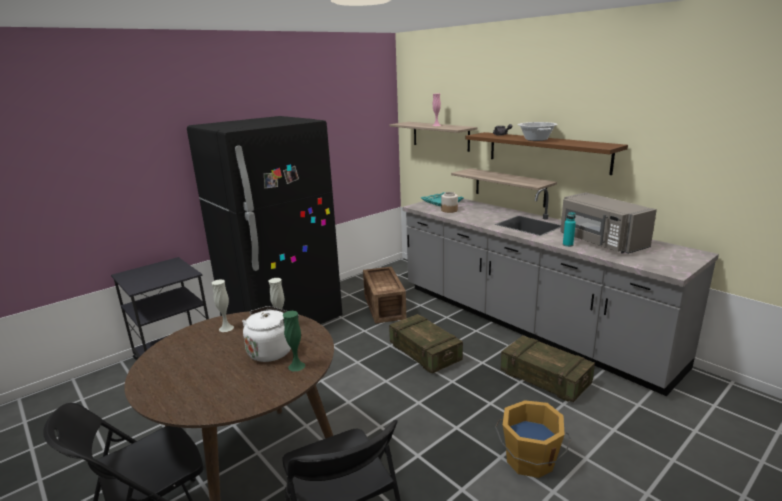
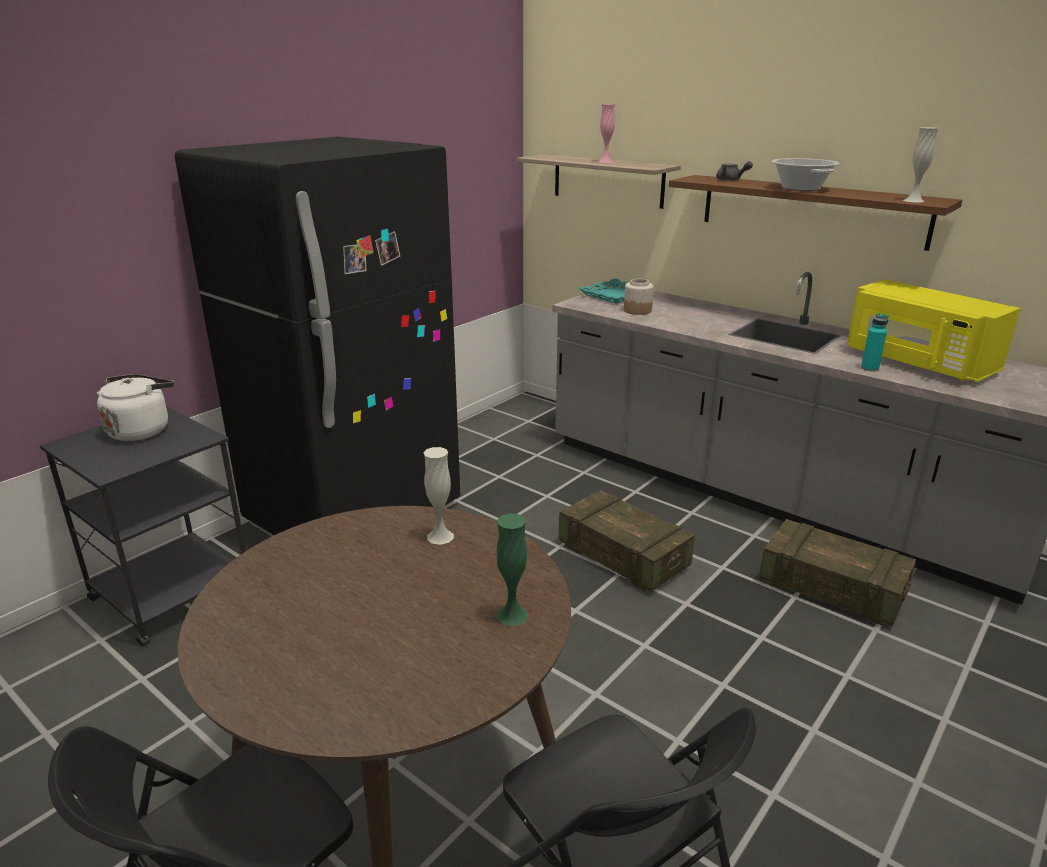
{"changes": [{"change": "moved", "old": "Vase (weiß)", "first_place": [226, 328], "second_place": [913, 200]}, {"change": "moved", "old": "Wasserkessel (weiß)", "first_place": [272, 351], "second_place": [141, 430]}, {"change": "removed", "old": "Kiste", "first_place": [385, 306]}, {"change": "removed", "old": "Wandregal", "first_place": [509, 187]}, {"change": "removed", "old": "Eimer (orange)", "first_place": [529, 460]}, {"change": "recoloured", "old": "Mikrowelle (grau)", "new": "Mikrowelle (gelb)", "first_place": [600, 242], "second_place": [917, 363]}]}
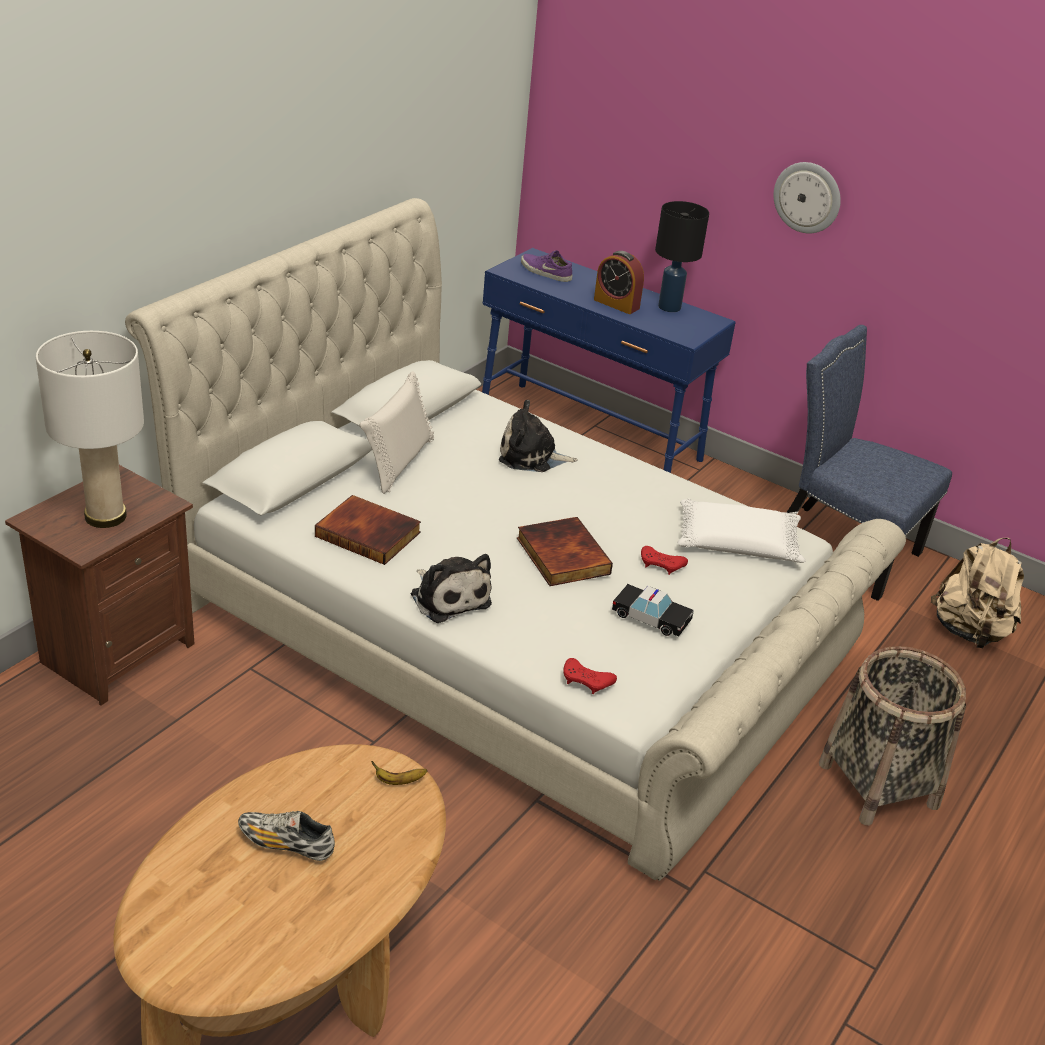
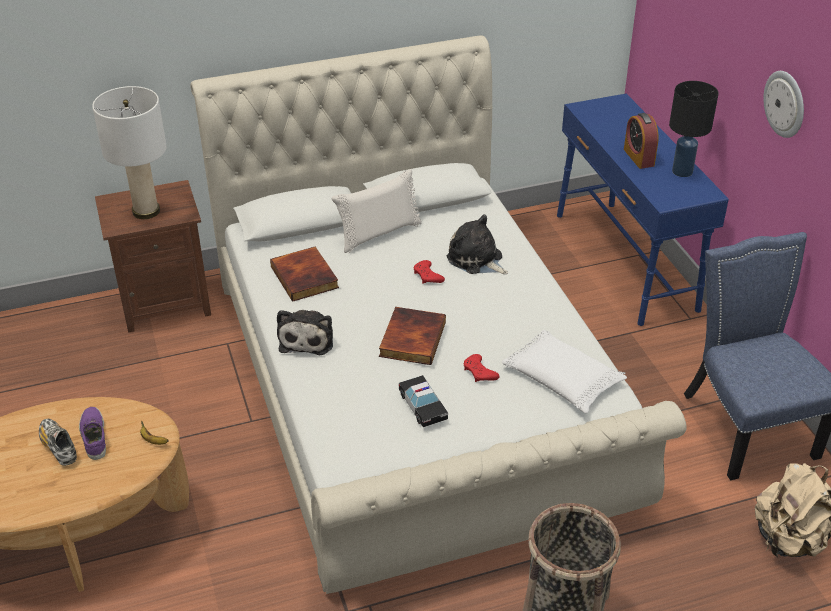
{"changes": [{"change": "moved", "old": "Schuh (lila)", "first_place": [545, 272], "second_place": [93, 436]}, {"change": "moved", "old": "Gamepad (rot)", "first_place": [586, 680], "second_place": [427, 275]}]}
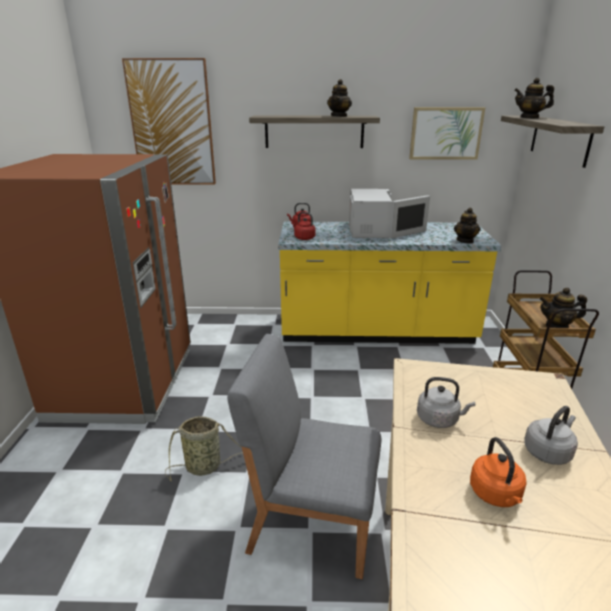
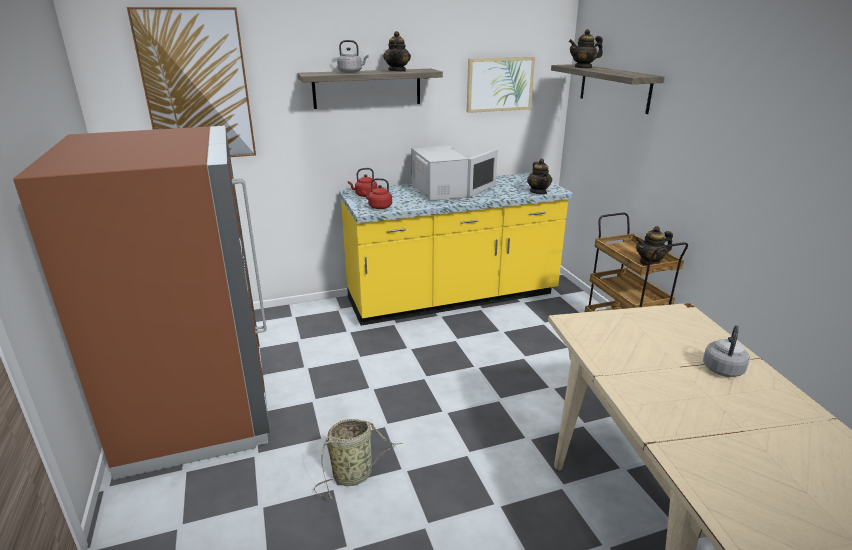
{"changes": [{"change": "removed", "old": "Stuhl (grau)", "first_place": [311, 520]}, {"change": "moved", "old": "Wasserkessel (grau)", "first_place": [439, 419], "second_place": [351, 72]}, {"change": "removed", "old": "Wasserkessel (orange)", "first_place": [496, 495]}]}
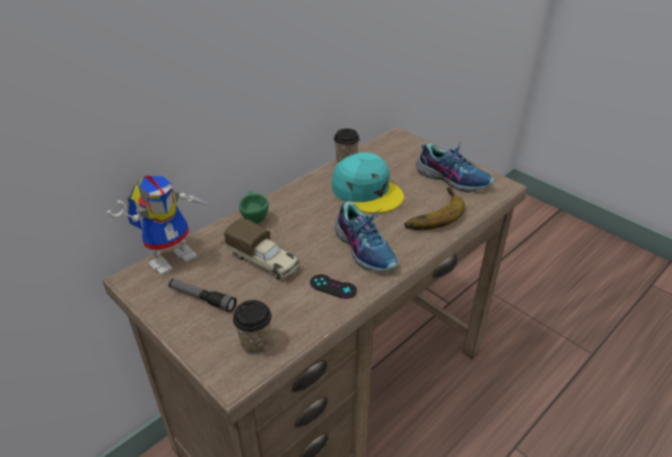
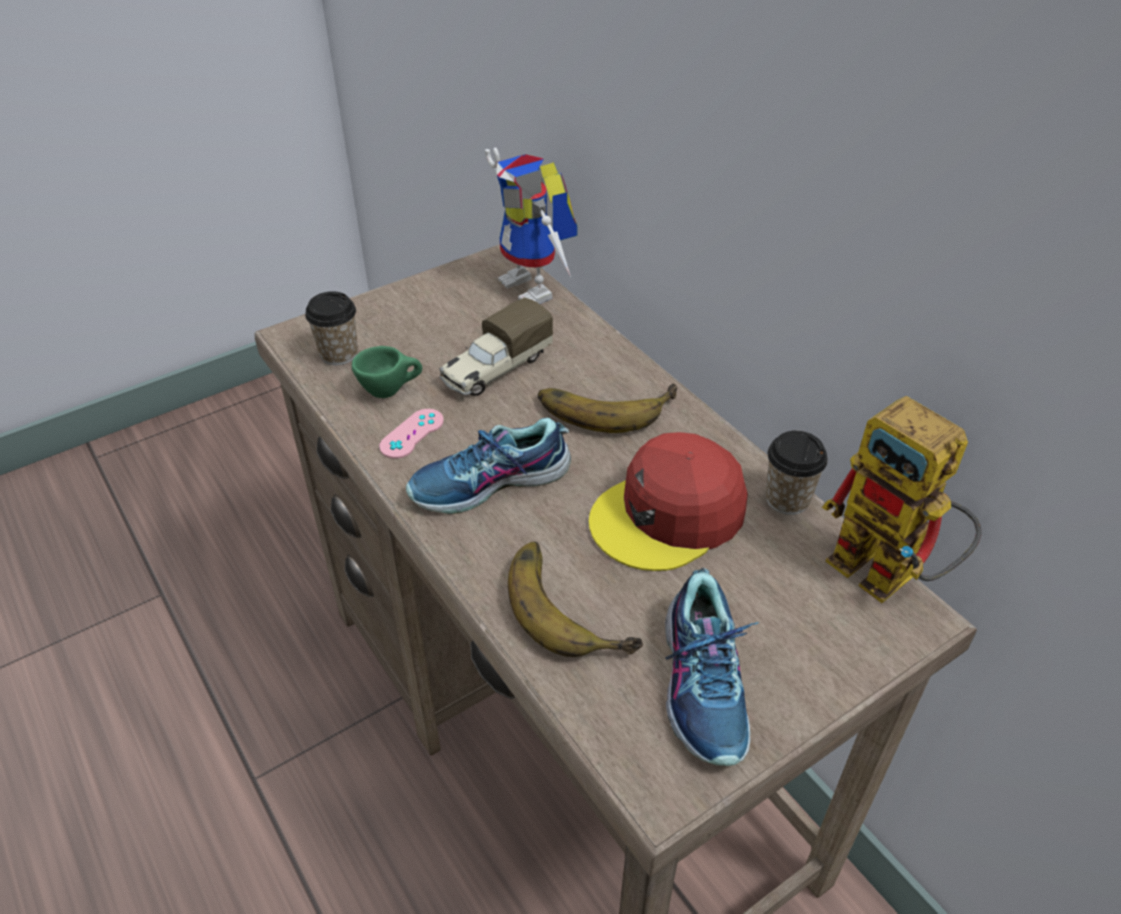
{"changes": [{"change": "removed", "old": "Taschenlampe", "first_place": [202, 299]}, {"change": "moved", "old": "Tasse (grün)", "first_place": [254, 218], "second_place": [390, 390]}, {"change": "recoloured", "old": "Gamepad (schwarz)", "new": "Gamepad (rosa)", "first_place": [333, 287], "second_place": [412, 434]}, {"change": "recoloured", "old": "Kappe (türkis)", "new": "Kappe (rot)", "first_place": [367, 191], "second_place": [669, 515]}, {"change": "turned", "old": "Schuh", "first_place": [453, 178], "second_place": [705, 683], "degrees": -45}, {"change": "added", "new": "Banane", "second_place": [605, 404]}, {"change": "added", "new": "Spielzeugroboter", "second_place": [888, 575]}]}
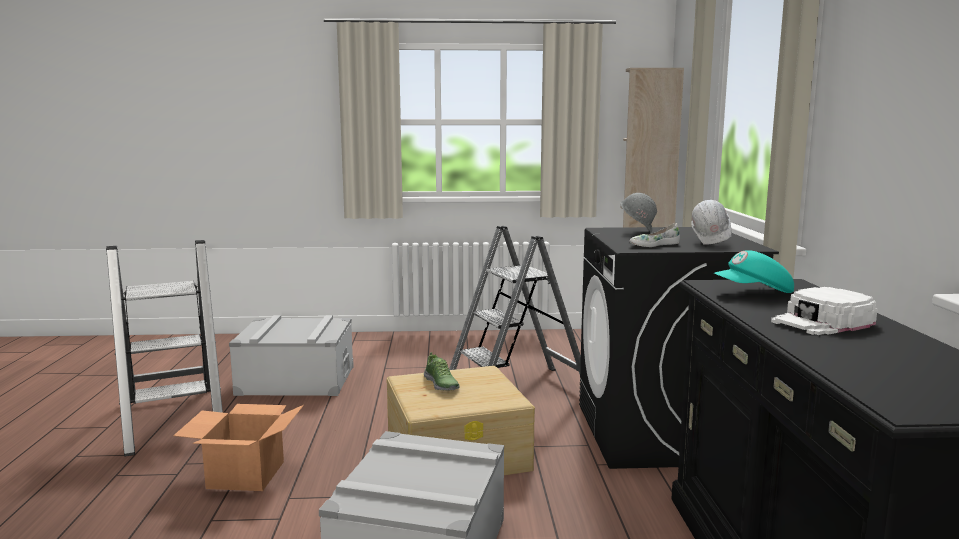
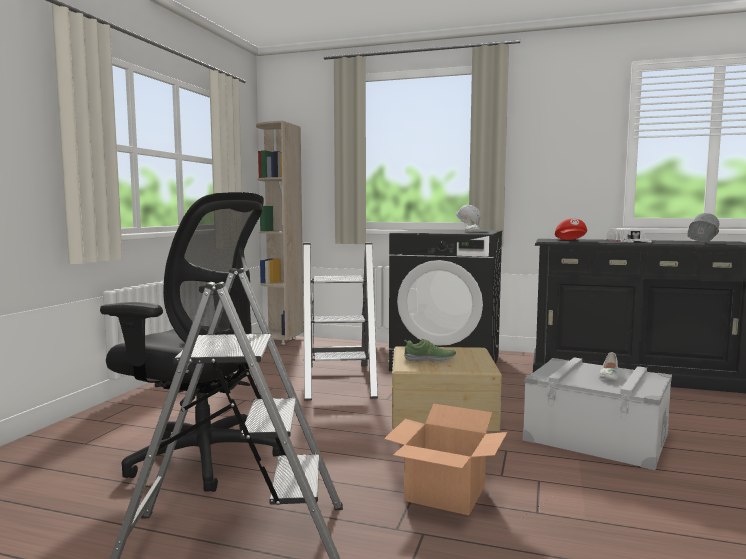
{"changes": [{"change": "replaced", "old": "Aufbewahrungsbox (grau)", "new": "Bürostuhl (schwarz)", "first_place": [296, 380], "second_place": [196, 458]}, {"change": "moved", "old": "Schutzhelm (grau)", "first_place": [637, 231], "second_place": [701, 243]}, {"change": "recoloured", "old": "Kappe (türkis)", "new": "Kappe (rot)", "first_place": [754, 293], "second_place": [571, 240]}, {"change": "added", "new": "Schuh (weiß)", "second_place": [608, 375]}]}
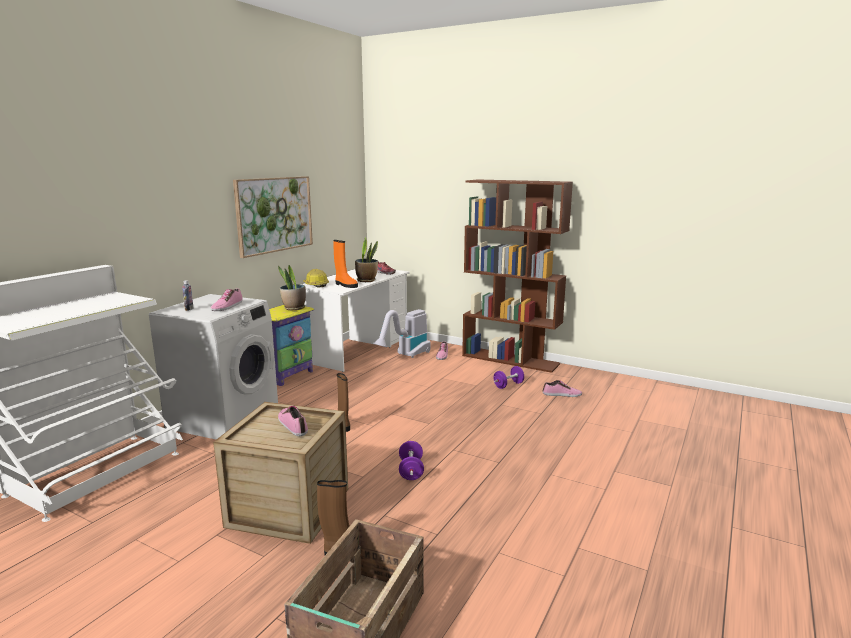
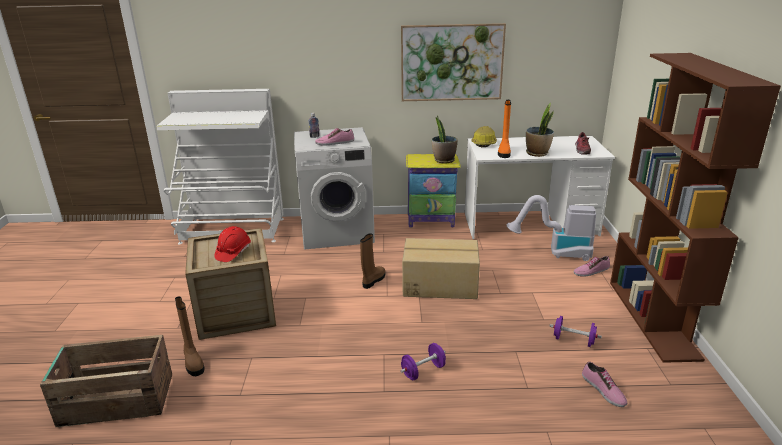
{"changes": [{"change": "replaced", "old": "Schuh", "new": "Schutzhelm (rot)", "first_place": [293, 425], "second_place": [233, 252]}, {"change": "moved", "old": "Hantel (lila)", "first_place": [411, 471], "second_place": [423, 371]}, {"change": "added", "new": "Karton", "second_place": [440, 284]}]}
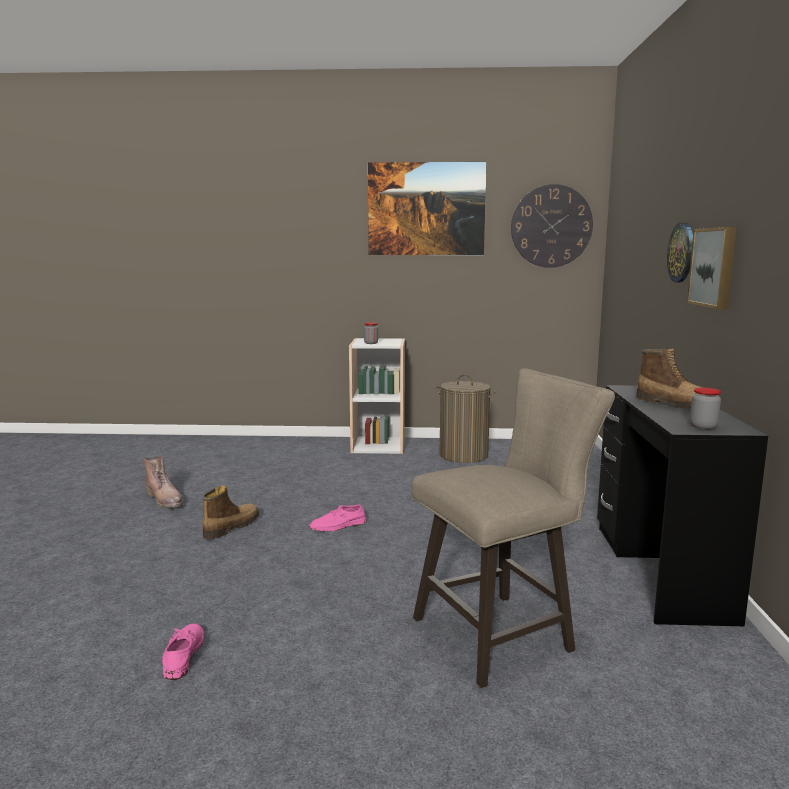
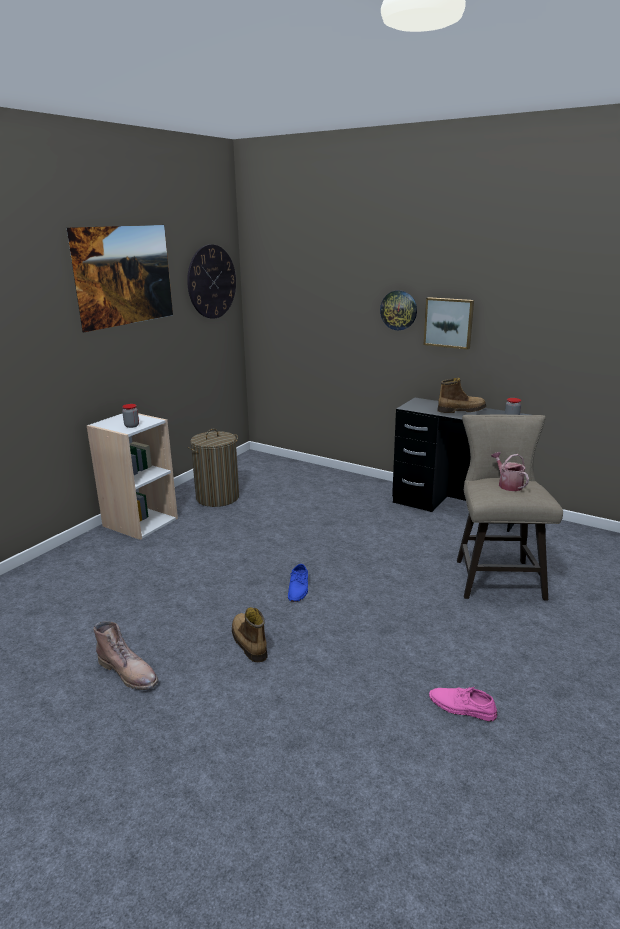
{"changes": [{"change": "turned", "old": "Stiefel (braun)", "first_place": [165, 500], "second_place": [129, 672], "degrees": 45}, {"change": "recoloured", "old": "Schuh (rosa)", "new": "Schuh (blau)", "first_place": [338, 525], "second_place": [299, 588]}, {"change": "added", "new": "Gießkanne", "second_place": [508, 484]}]}
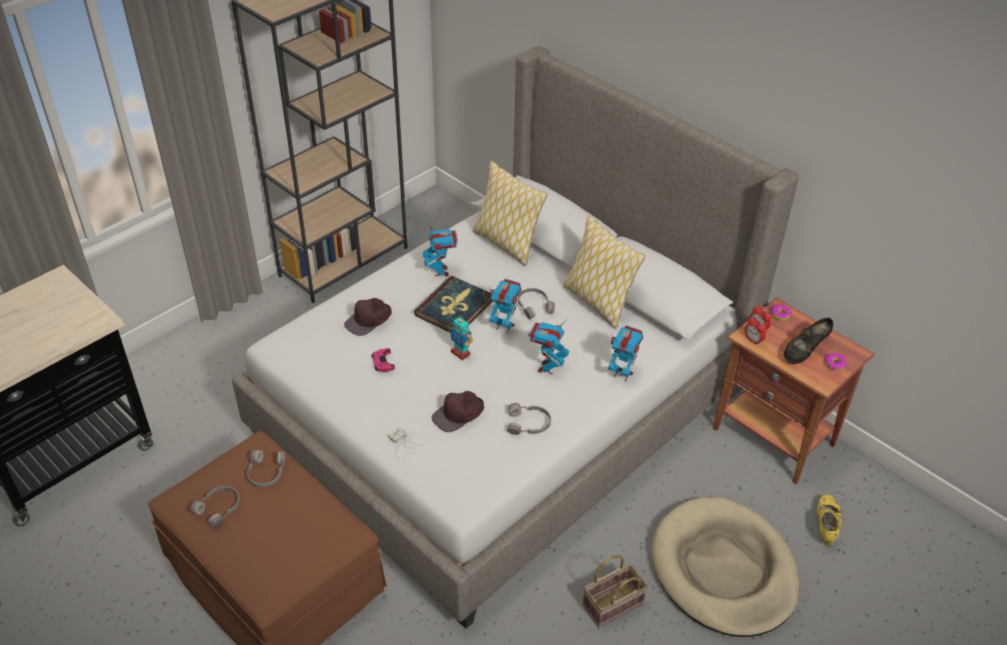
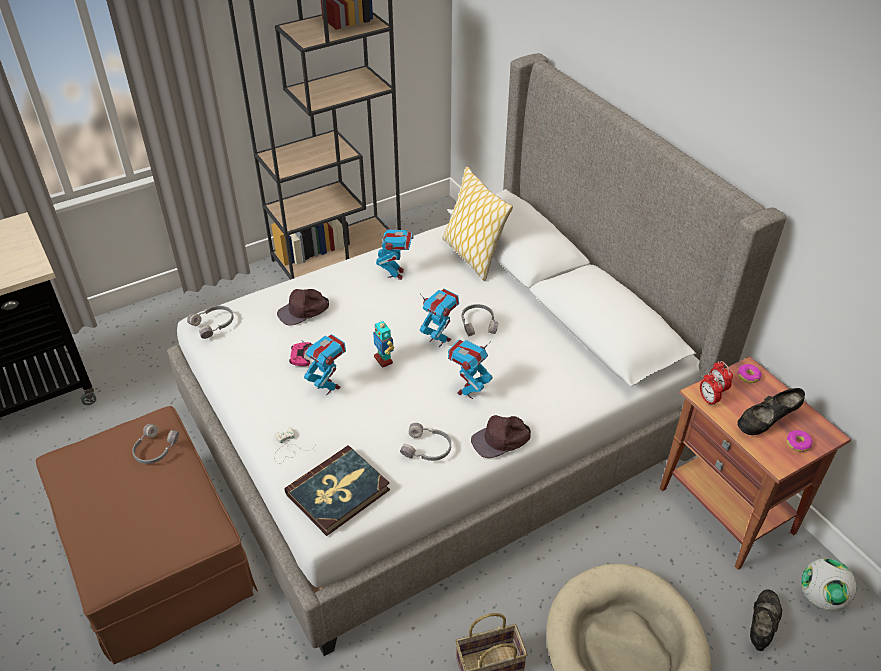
{"changes": [{"change": "moved", "old": "Kopfhörer (grau)", "first_place": [219, 508], "second_place": [214, 324]}, {"change": "moved", "old": "Buch", "first_place": [454, 308], "second_place": [338, 492]}, {"change": "moved", "old": "Kappe (braun)", "first_place": [458, 414], "second_place": [501, 440]}, {"change": "removed", "old": "Kissen", "first_place": [598, 302]}, {"change": "moved", "old": "Spielzeugroboter", "first_place": [622, 374], "second_place": [328, 387]}, {"change": "recoloured", "old": "Schuh (gelb)", "new": "Schuh (schwarz)", "first_place": [825, 526], "second_place": [761, 626]}, {"change": "added", "new": "Fußball", "second_place": [821, 597]}]}
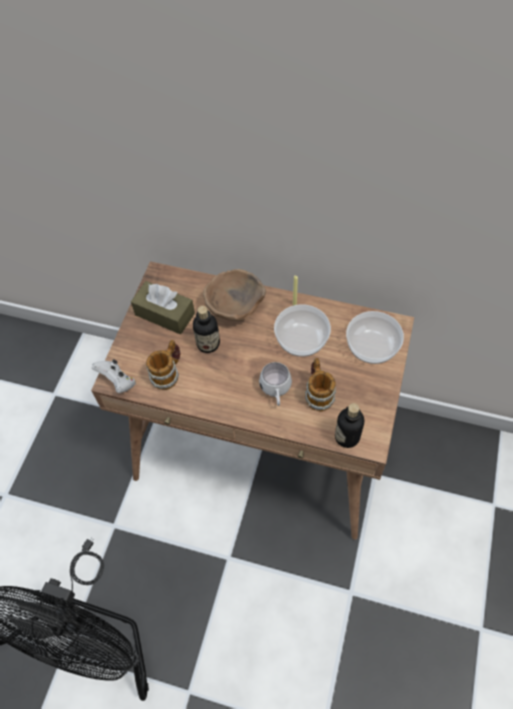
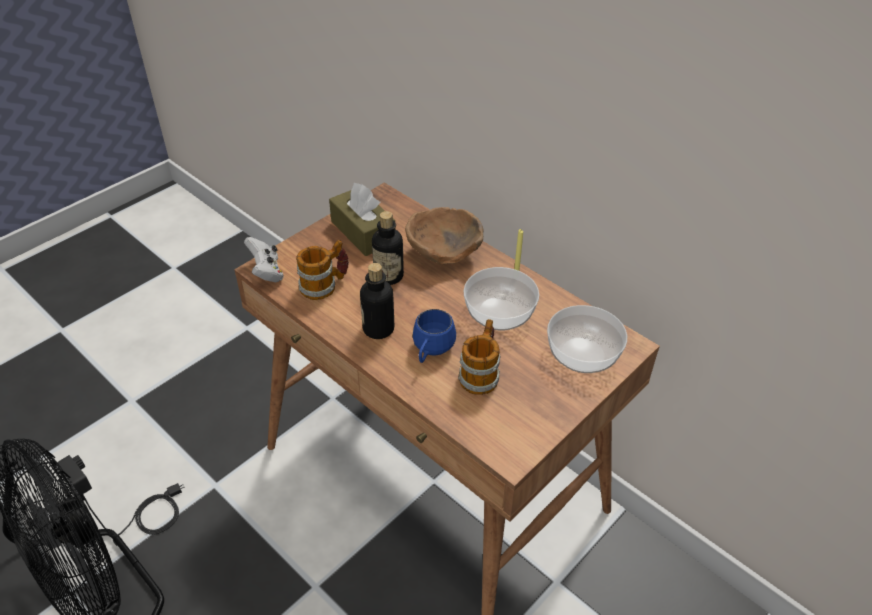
{"changes": [{"change": "recoloured", "old": "Henkelbecher (weiß)", "new": "Henkelbecher (blau)", "first_place": [276, 392], "second_place": [431, 352]}, {"change": "moved", "old": "Flasche", "first_place": [347, 437], "second_place": [378, 329]}]}
